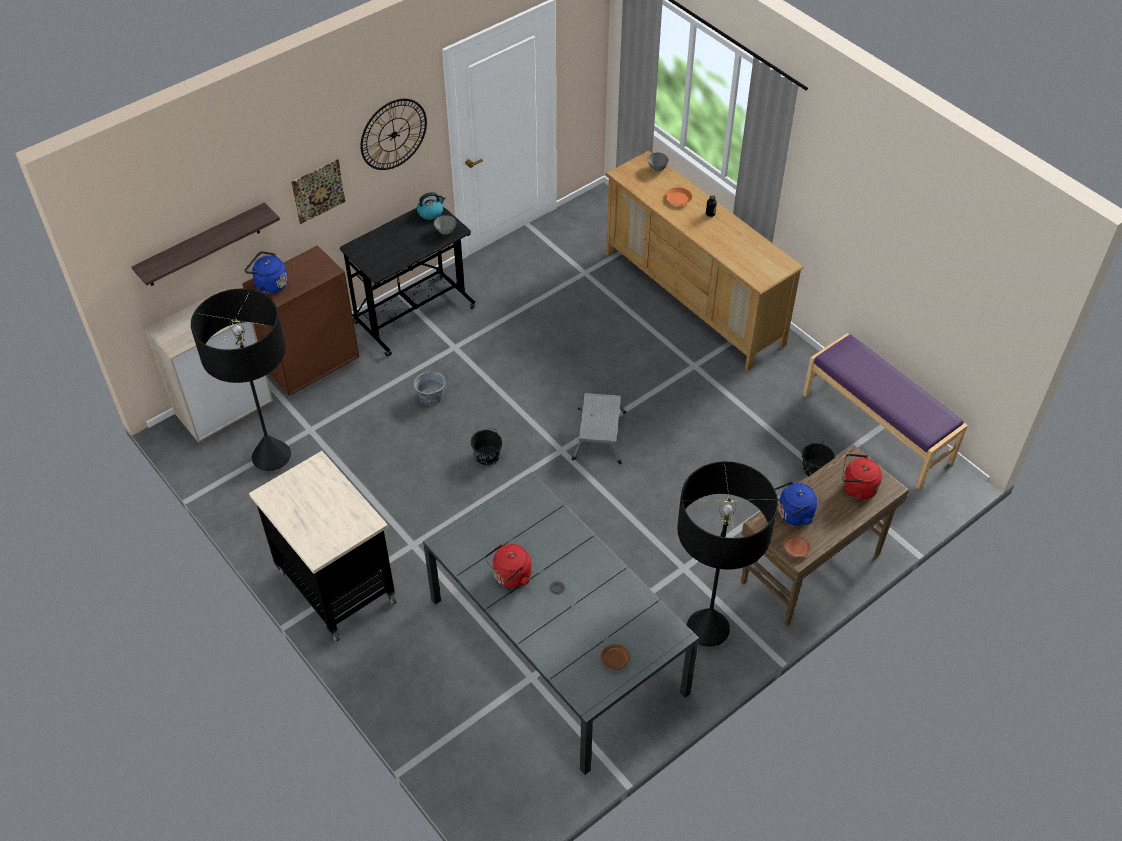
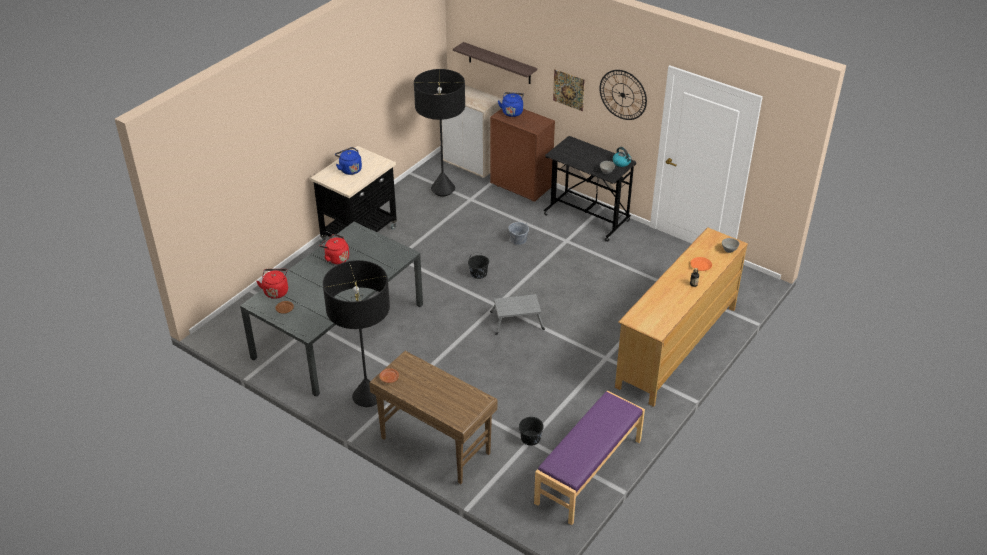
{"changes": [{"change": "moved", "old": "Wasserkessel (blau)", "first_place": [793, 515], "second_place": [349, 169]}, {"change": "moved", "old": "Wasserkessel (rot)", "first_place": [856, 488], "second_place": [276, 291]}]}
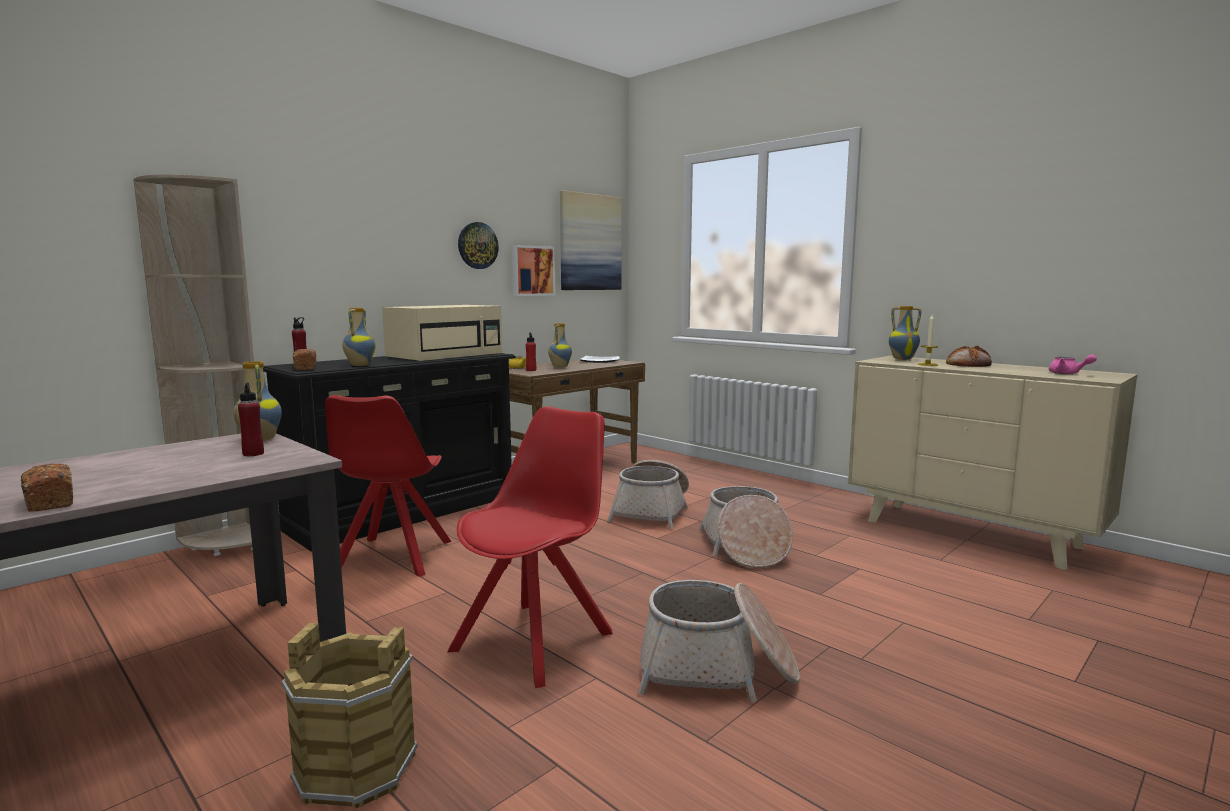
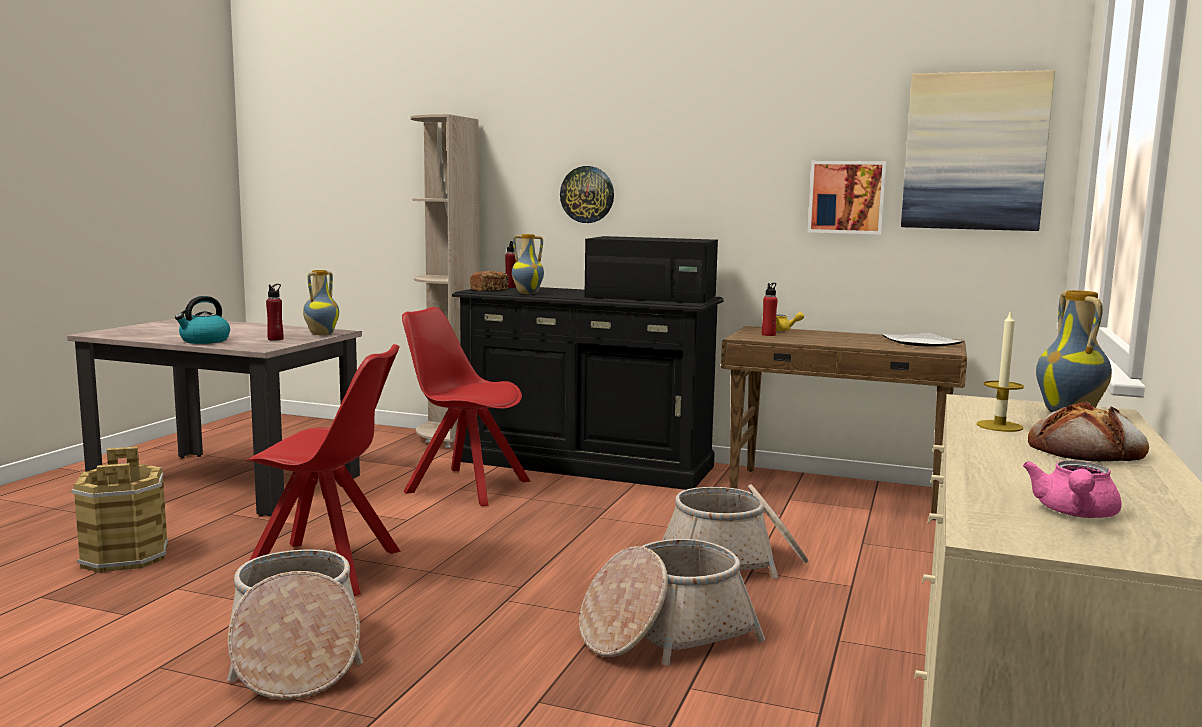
{"changes": [{"change": "removed", "old": "Brot", "first_place": [50, 502]}, {"change": "turned", "old": "Stuhl (rot)", "first_place": [392, 558], "second_place": [465, 486], "degrees": 45}, {"change": "recoloured", "old": "Mikrowelle (beige)", "new": "Mikrowelle (schwarz)", "first_place": [446, 354], "second_place": [652, 297]}, {"change": "moved", "old": "Wanduhr", "first_place": [477, 245], "second_place": [587, 194]}, {"change": "removed", "old": "Vase", "first_place": [559, 367]}, {"change": "added", "new": "Wasserkessel", "second_place": [204, 341]}]}
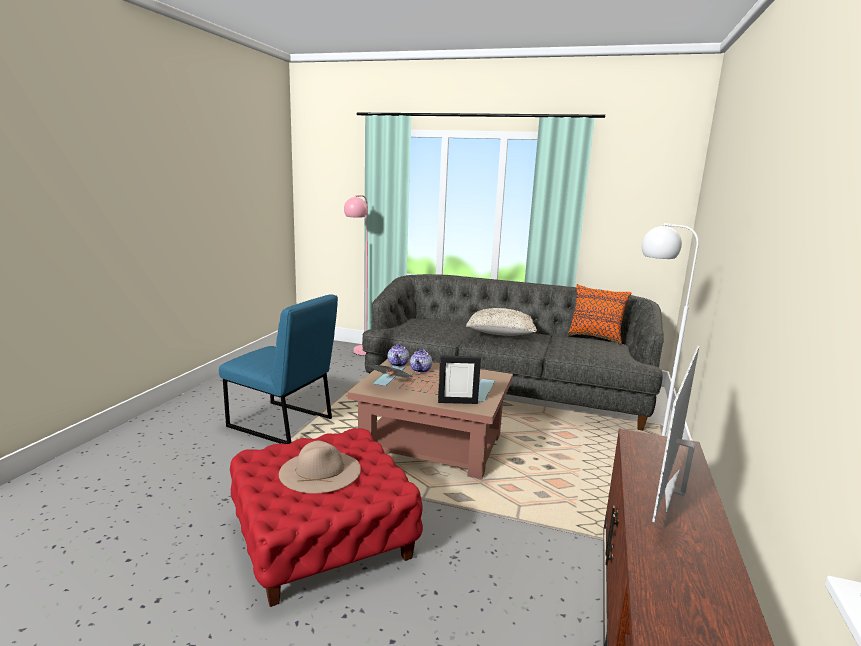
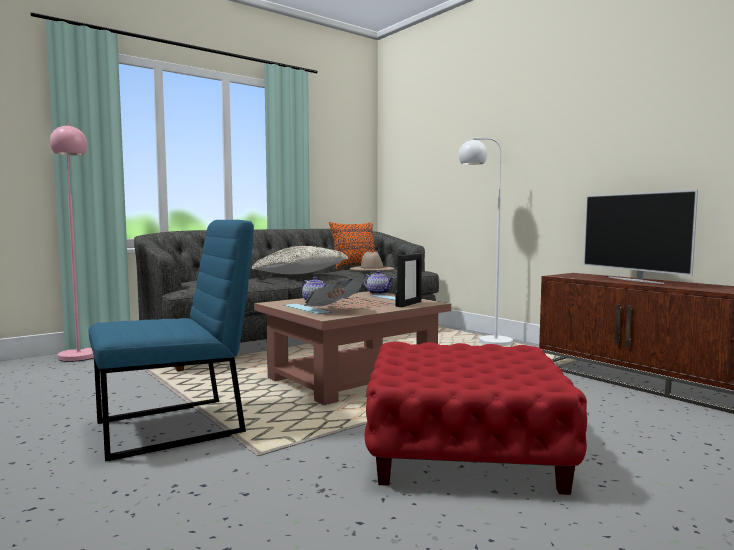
{"changes": [{"change": "moved", "old": "Hut (beige)", "first_place": [320, 471], "second_place": [372, 268]}, {"change": "moved", "old": "Teekanne", "first_place": [398, 364], "second_place": [378, 293]}]}
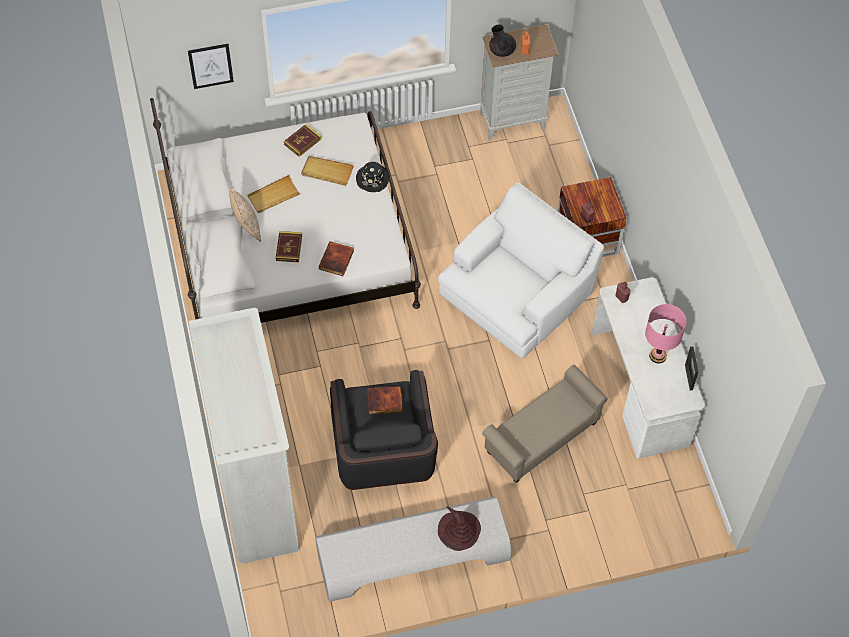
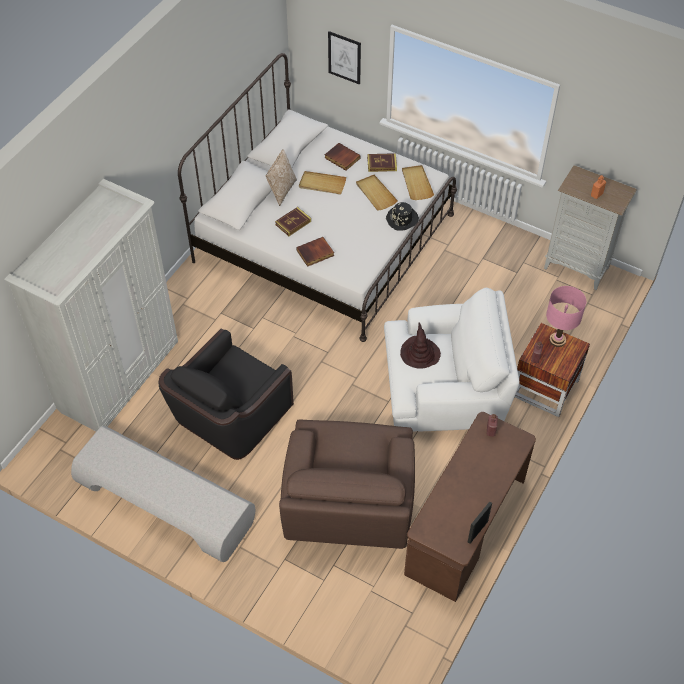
{"changes": [{"change": "moved", "old": "Buch", "first_place": [384, 402], "second_place": [341, 158]}, {"change": "moved", "old": "Hut (braun)", "first_place": [459, 531], "second_place": [420, 353]}, {"change": "replaced", "old": "Polsterhocker (beige)", "new": "Sessel (braun)", "first_place": [541, 437], "second_place": [349, 499]}, {"change": "removed", "old": "Teekanne (schwarz)", "first_place": [501, 50]}, {"change": "recoloured", "old": "Schreibtisch (weiß)", "new": "Schreibtisch (braun)", "first_place": [640, 387], "second_place": [466, 526]}, {"change": "moved", "old": "Tischlampe (rosa)", "first_place": [658, 356], "second_place": [557, 340]}, {"change": "added", "new": "Tablett (beige)", "second_place": [416, 184]}]}
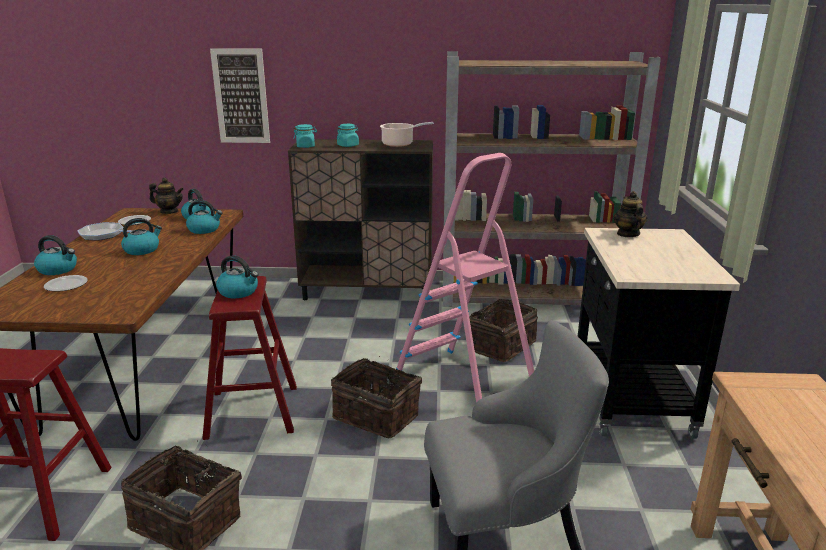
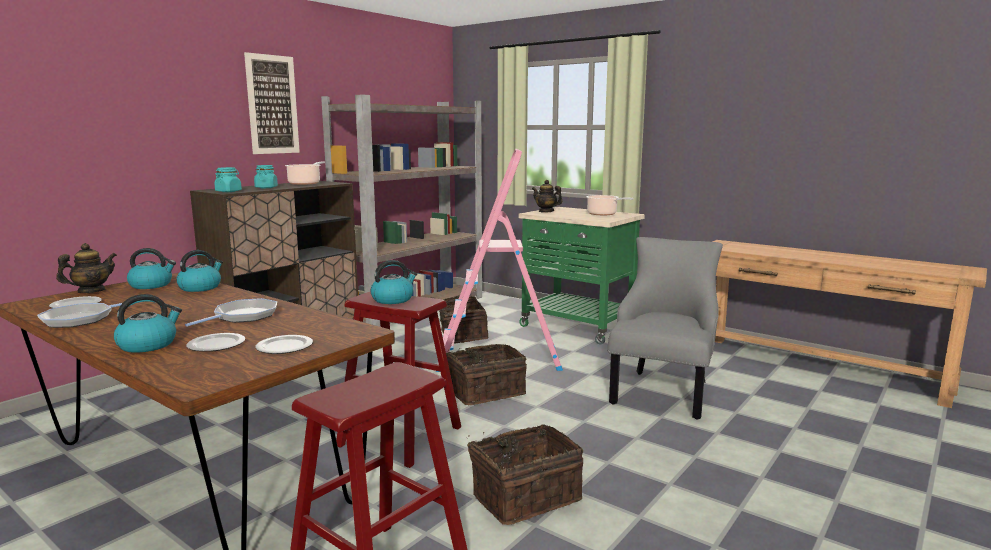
{"changes": [{"change": "removed", "old": "Wasserkessel", "first_place": [142, 250]}, {"change": "moved", "old": "Bild", "first_place": [241, 96], "second_place": [272, 104]}, {"change": "recoloured", "old": "Rollwagen (schwarz)", "new": "Rollwagen (grün)", "first_place": [631, 400], "second_place": [577, 327]}, {"change": "added", "new": "Pfanne", "second_place": [243, 316]}, {"change": "added", "new": "Teller", "second_place": [285, 347]}, {"change": "added", "new": "Kochtopf", "second_place": [603, 214]}]}
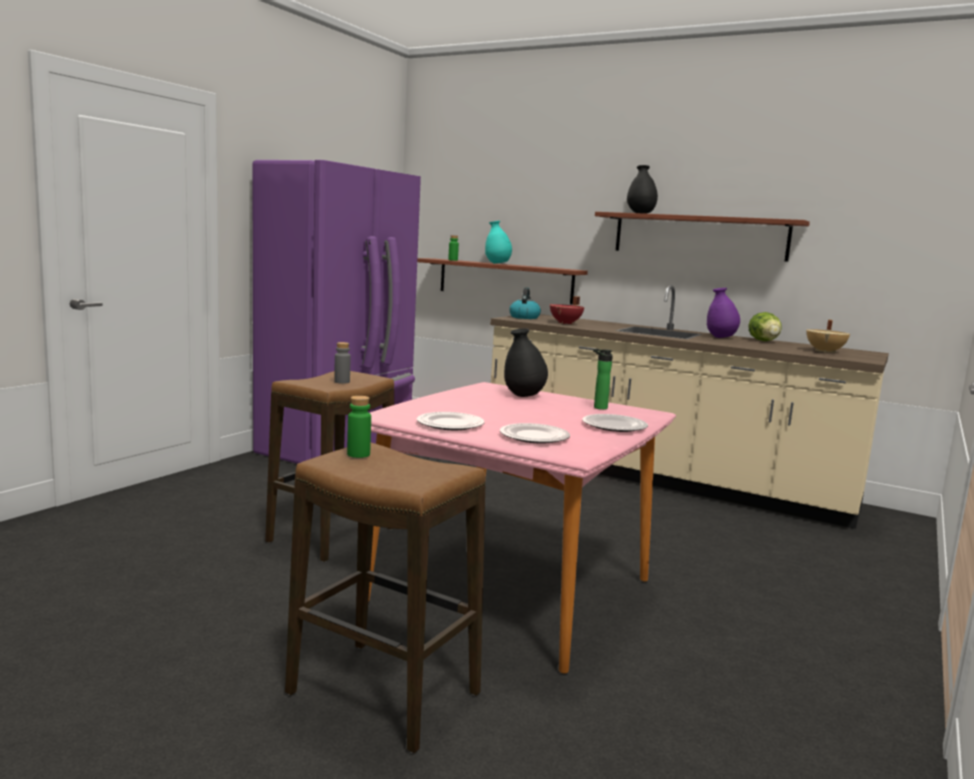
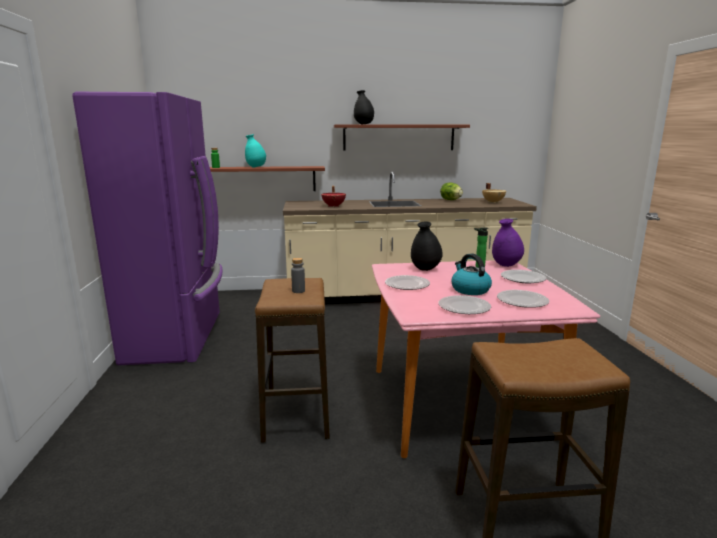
{"changes": [{"change": "removed", "old": "Flasche (grün)", "first_place": [358, 454]}, {"change": "moved", "old": "Wasserkessel", "first_place": [524, 317], "second_place": [469, 290]}, {"change": "moved", "old": "Vase (lila)", "first_place": [721, 337], "second_place": [506, 265]}, {"change": "added", "new": "Teller", "second_place": [407, 284]}]}
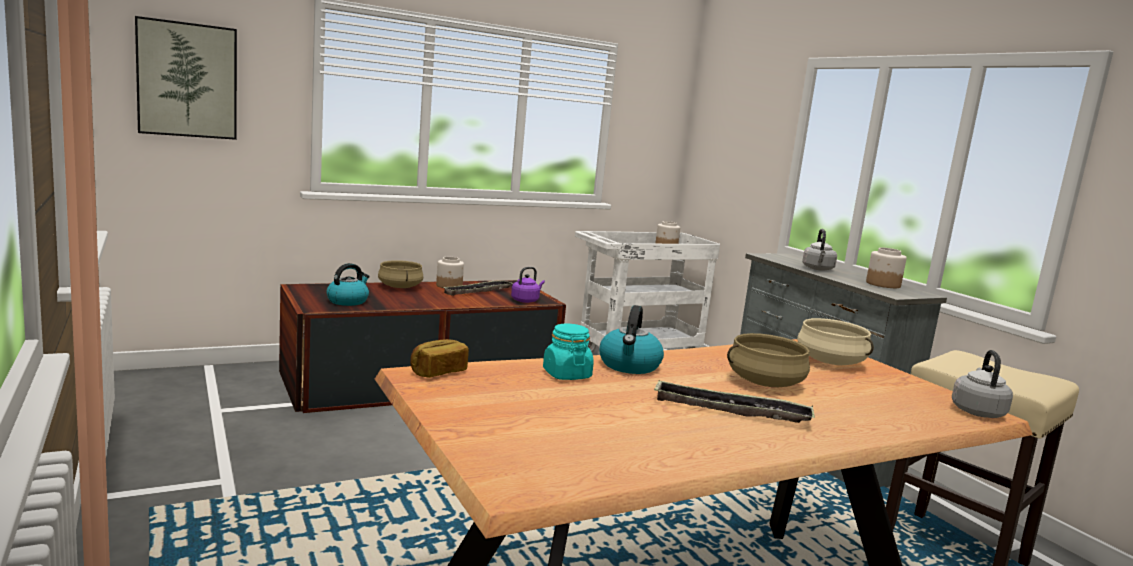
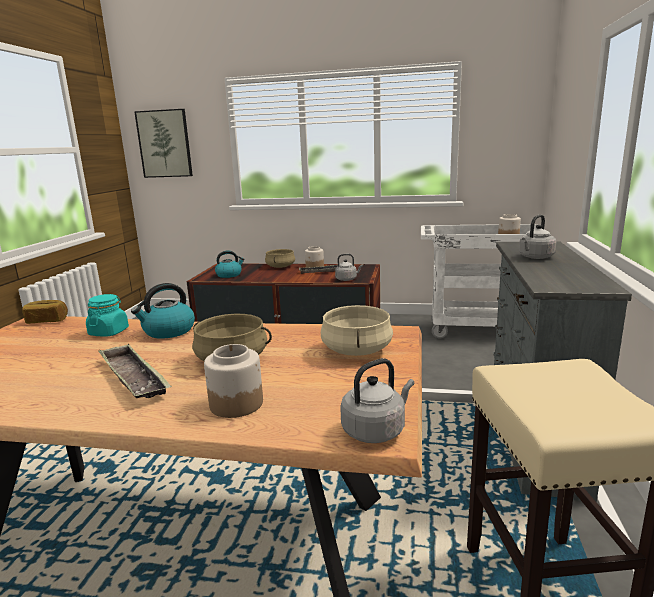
{"changes": [{"change": "recoloured", "old": "Wasserkessel (lila)", "new": "Wasserkessel (grau)", "first_place": [526, 300], "second_place": [347, 279]}, {"change": "moved", "old": "Vorratsglas", "first_place": [882, 284], "second_place": [236, 403]}]}
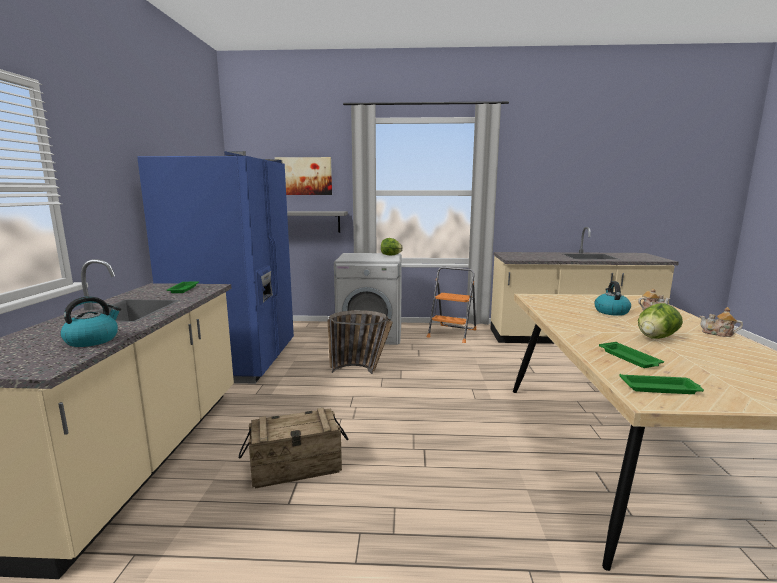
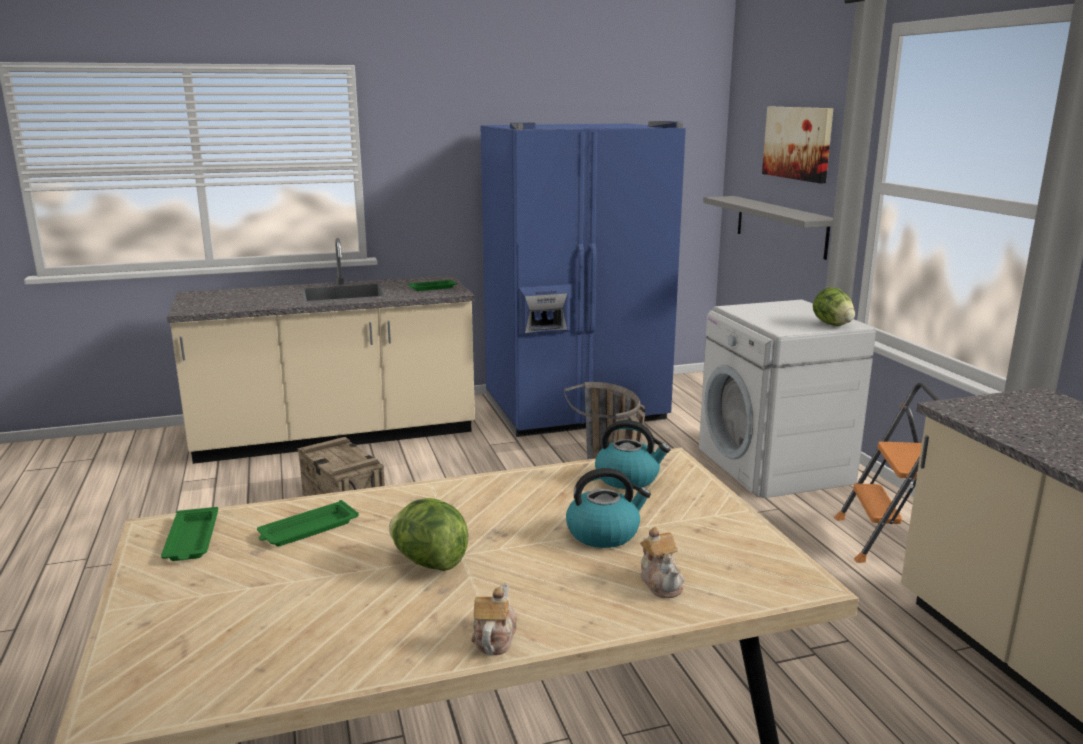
{"changes": [{"change": "moved", "old": "Wasserkessel", "first_place": [93, 340], "second_place": [628, 478]}]}
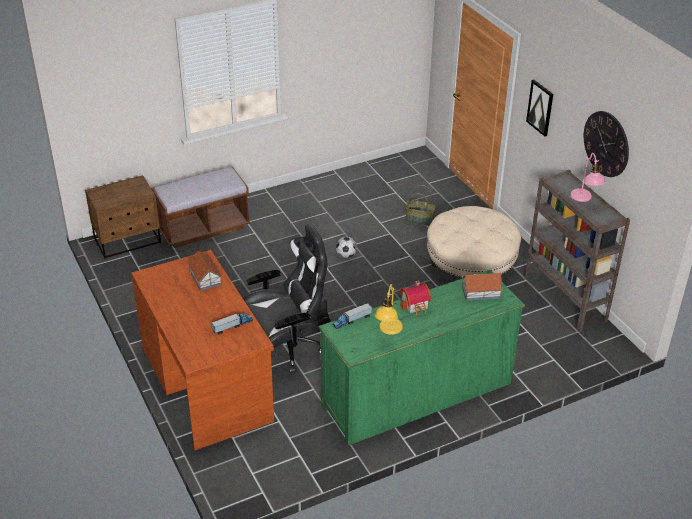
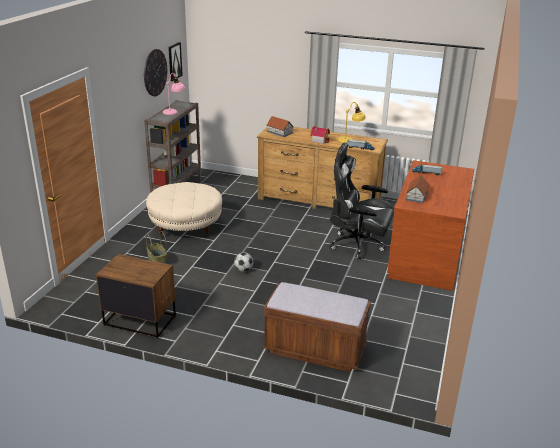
{"changes": [{"change": "moved", "old": "Nachttisch (braun)", "first_place": [128, 241], "second_place": [140, 320]}, {"change": "recoloured", "old": "Kommode (grün)", "new": "Kommode (braun)", "first_place": [417, 394], "second_place": [319, 200]}, {"change": "moved", "old": "Bild", "first_place": [540, 107], "second_place": [174, 61]}]}
